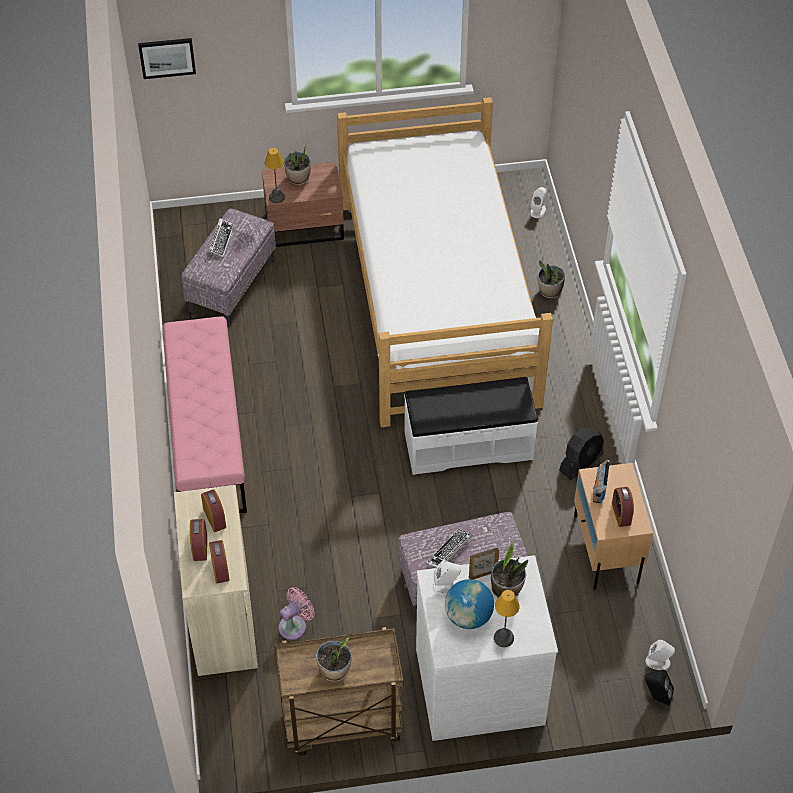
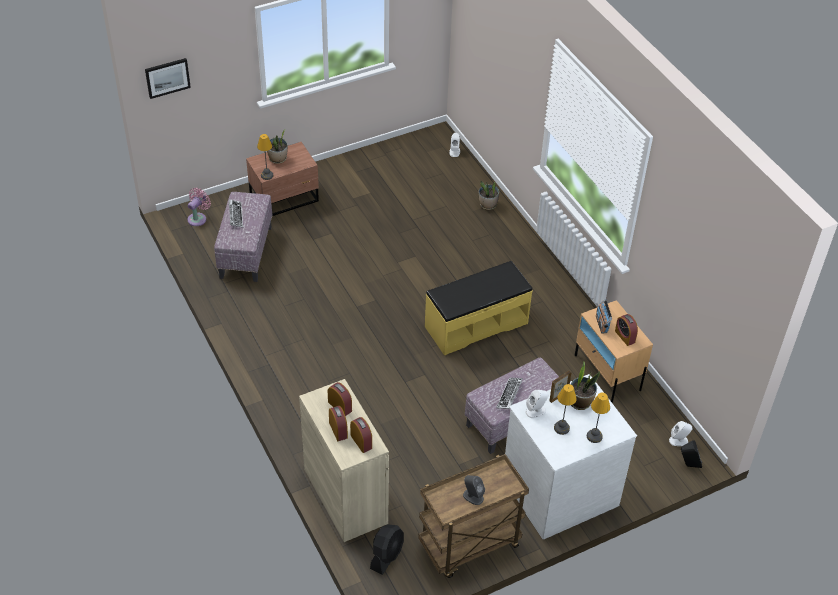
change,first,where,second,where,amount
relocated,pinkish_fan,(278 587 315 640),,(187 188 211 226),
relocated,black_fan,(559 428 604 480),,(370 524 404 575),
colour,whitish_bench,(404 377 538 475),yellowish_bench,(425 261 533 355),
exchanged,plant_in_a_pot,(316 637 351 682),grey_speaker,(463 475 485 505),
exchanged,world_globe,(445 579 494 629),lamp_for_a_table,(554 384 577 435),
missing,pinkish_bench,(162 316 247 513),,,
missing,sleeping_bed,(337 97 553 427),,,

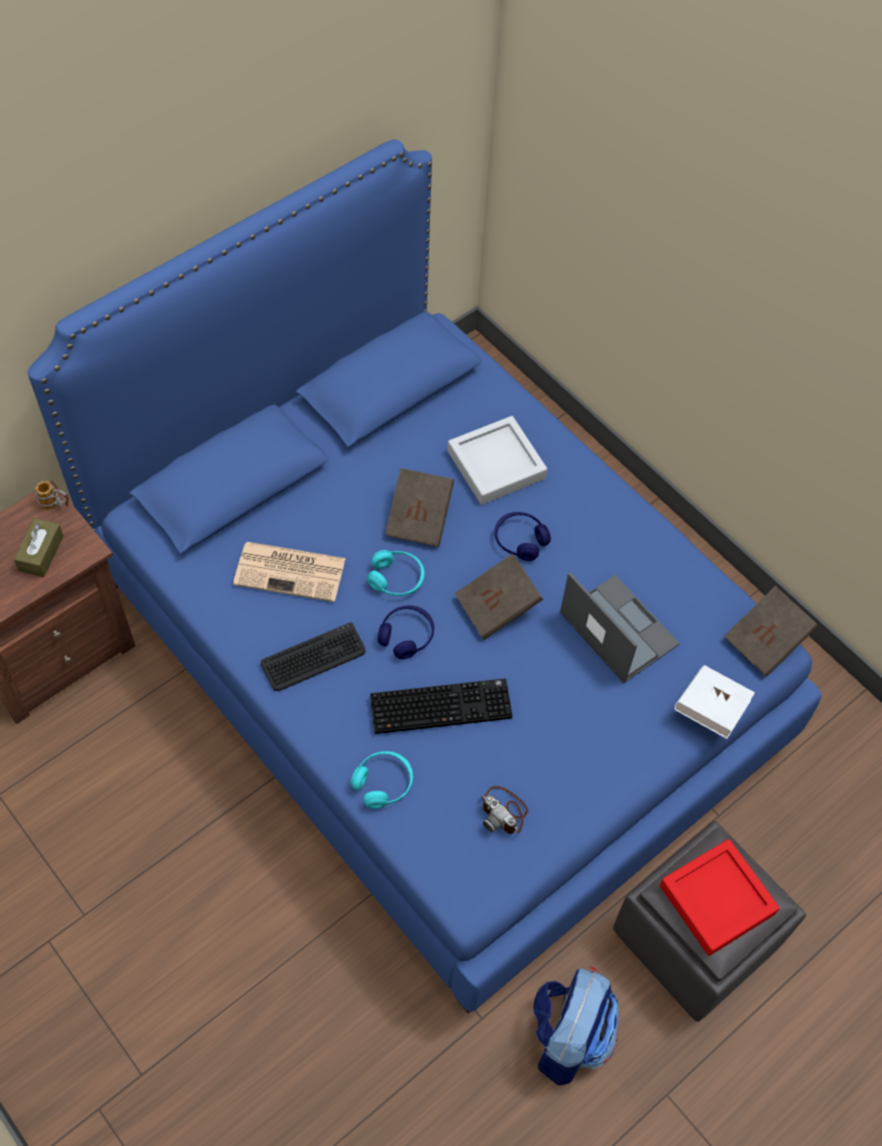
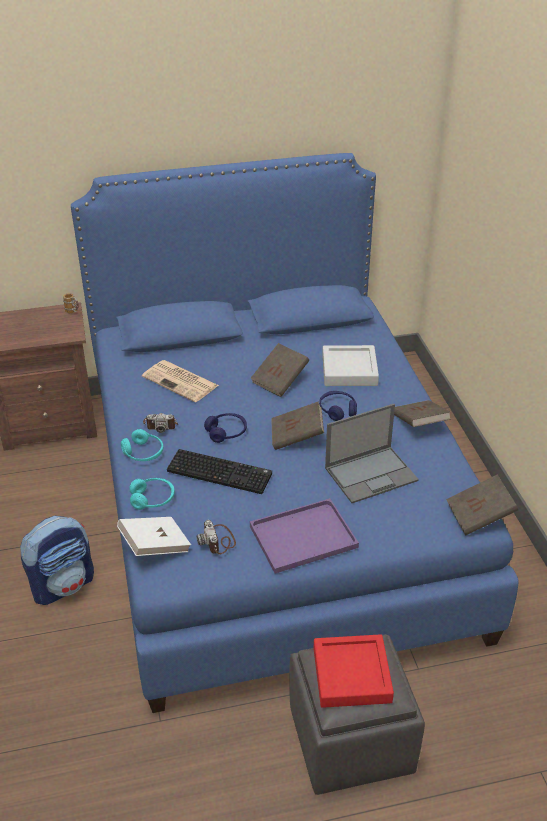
change,first,where,second,where,amount
relocated,knapsack,(533 967 619 1085),,(20 516 94 605),
relocated,whitish_book,(675 665 755 739),,(117 517 191 556),
relocated,turquoise_headphones,(367 550 425 596),,(121 429 163 461),
exchanged,PC_keyboard,(261 622 366 691),still_camera,(143 413 178 433),
appeared,,,purple_tray,(250 498 359 573),
spun,notebook_computer,(560 572 680 683),,(325 404 419 503),75 degrees clockwise
appeared,,,brown_book,(394 400 451 427),
missing,brown_tissue_holder,(14 518 64 577),,,

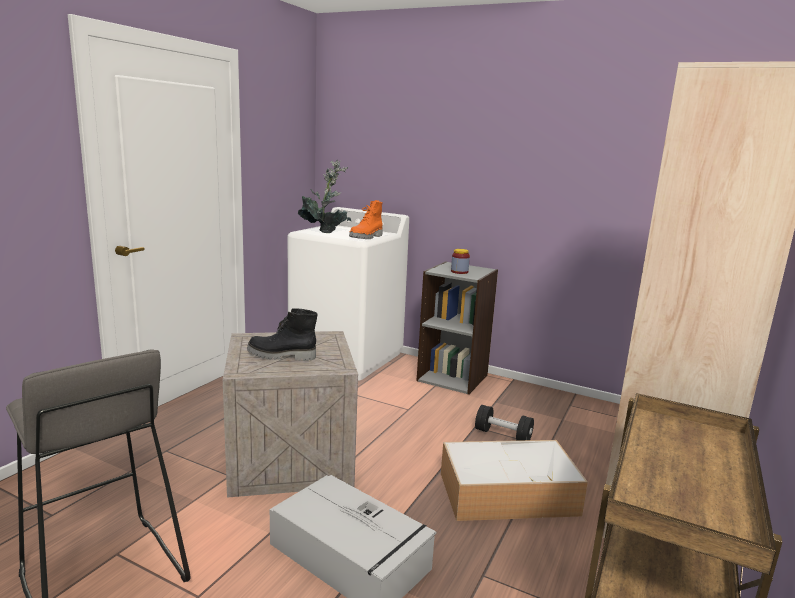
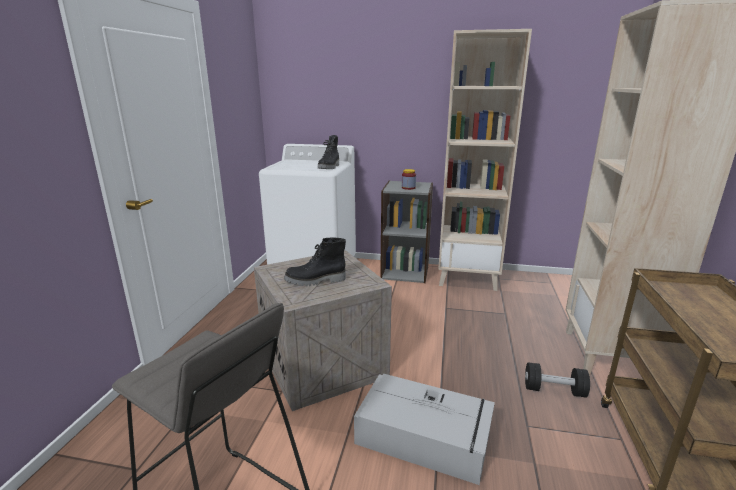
change,first,where,second,where,amount
colour,orange-coloured_high-top_boot,(349 200 383 239),black_high-top_boot,(318 135 339 169),
appeared,,,beige_bookshelf,(438 29 532 291),
relocated,black_dumbbell,(475 405 534 441),,(525 362 590 398),
missing,plant_in_a_pot,(298 160 351 233),,,
missing,storage_container,(441 440 588 521),,,

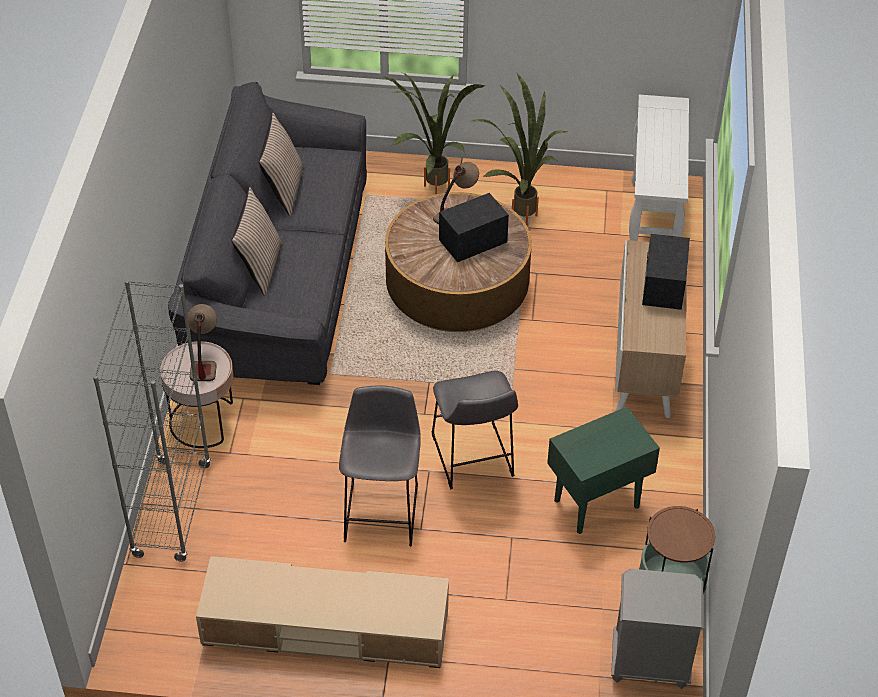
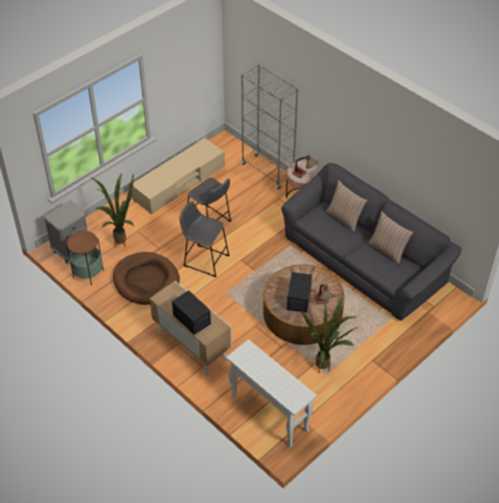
change,first,where,second,where,amount
relocated,plant_in_a_pot,(384 72 485 194),,(91 172 136 248),
exchanged,green-coloured_end_table,(547 407 660 534),brown_dog_cushion,(113 252 180 305),

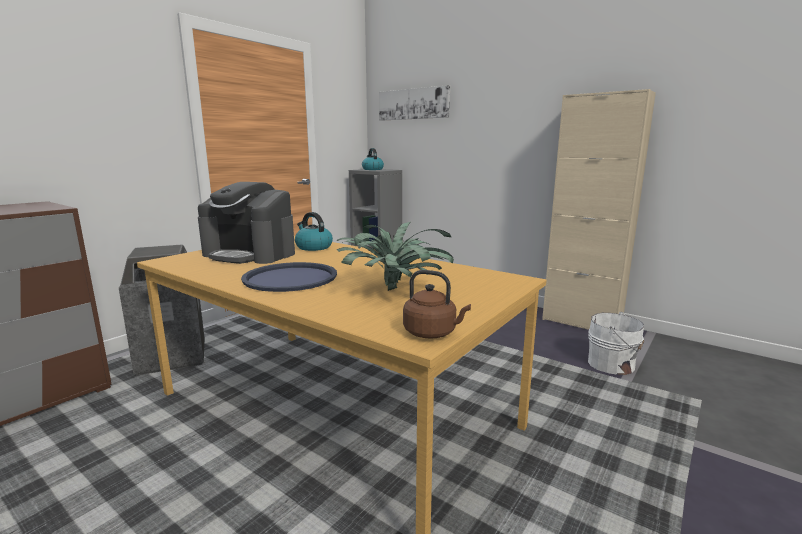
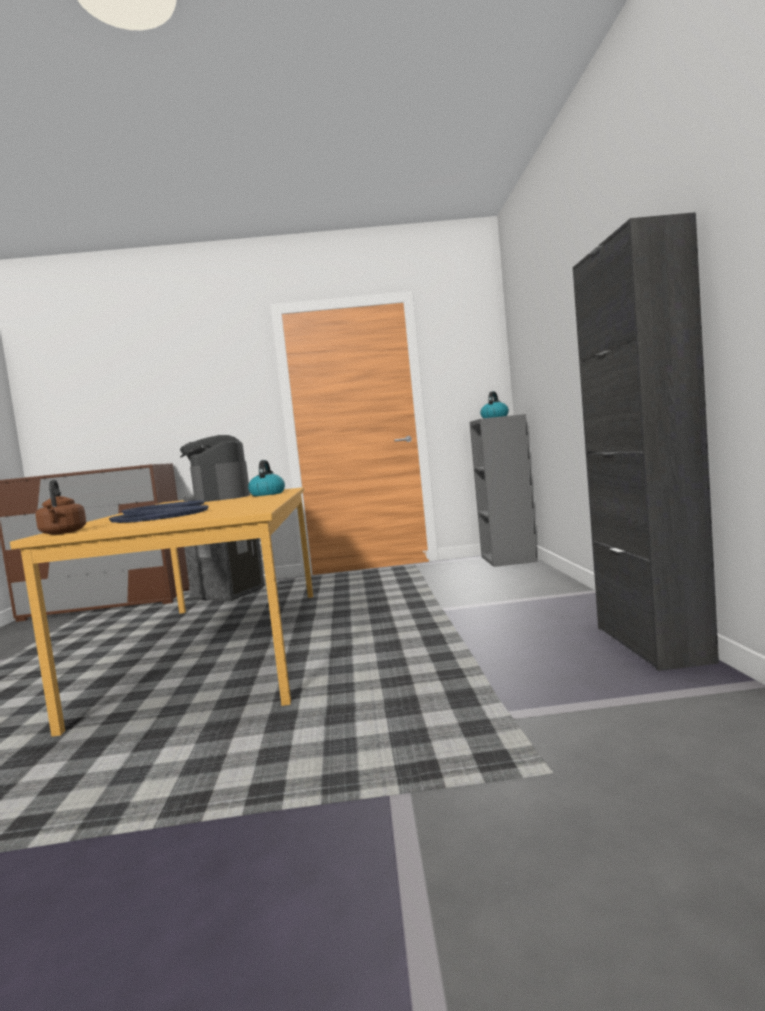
change,first,where,second,where,amount
exchanged,plant_in_a_pot,(336 222 454 291),blue_tray,(109 505 208 523),
colour,beige_cabinet,(542 89 656 330),black_cabinet,(573 212 719 671),
missing,wall_picture,(379 85 450 121),,,
missing,whitish_bucket,(588 312 644 375),,,

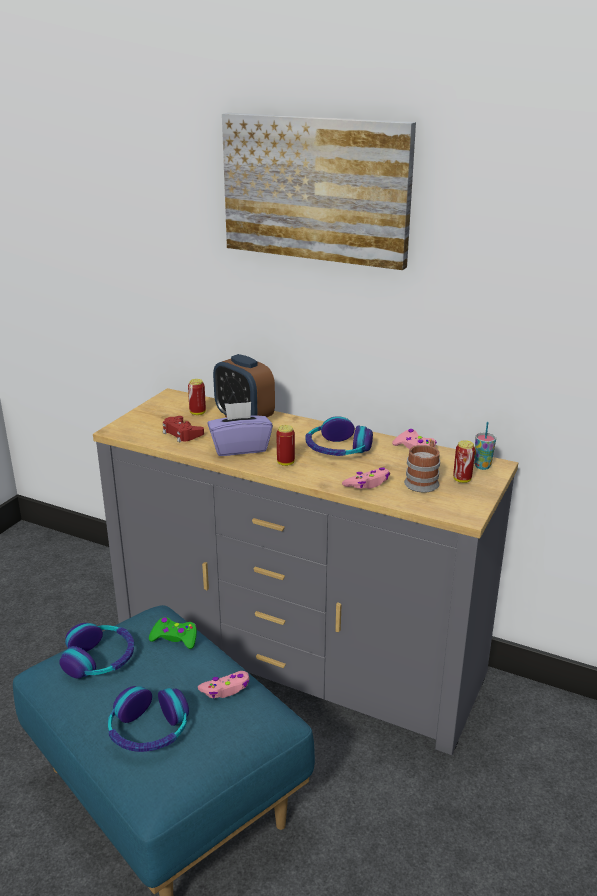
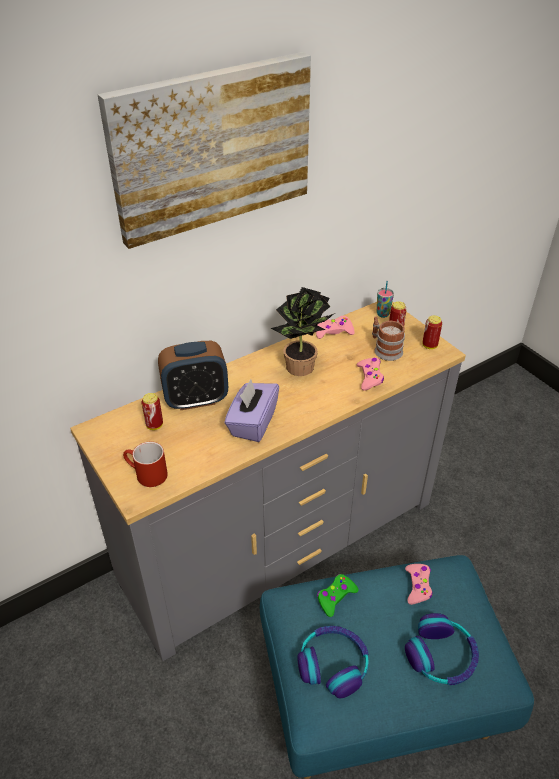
change,first,where,second,where,amount
appeared,,,red-coloured_coffee_mug,(123 442 168 487),
exchanged,headphones,(305 416 373 456),plant_in_a_pot,(271 287 335 376),
relocated,metal_can,(276 425 295 466),,(422 315 442 349),
missing,red-coloured_joypad,(163 416 204 442),,,

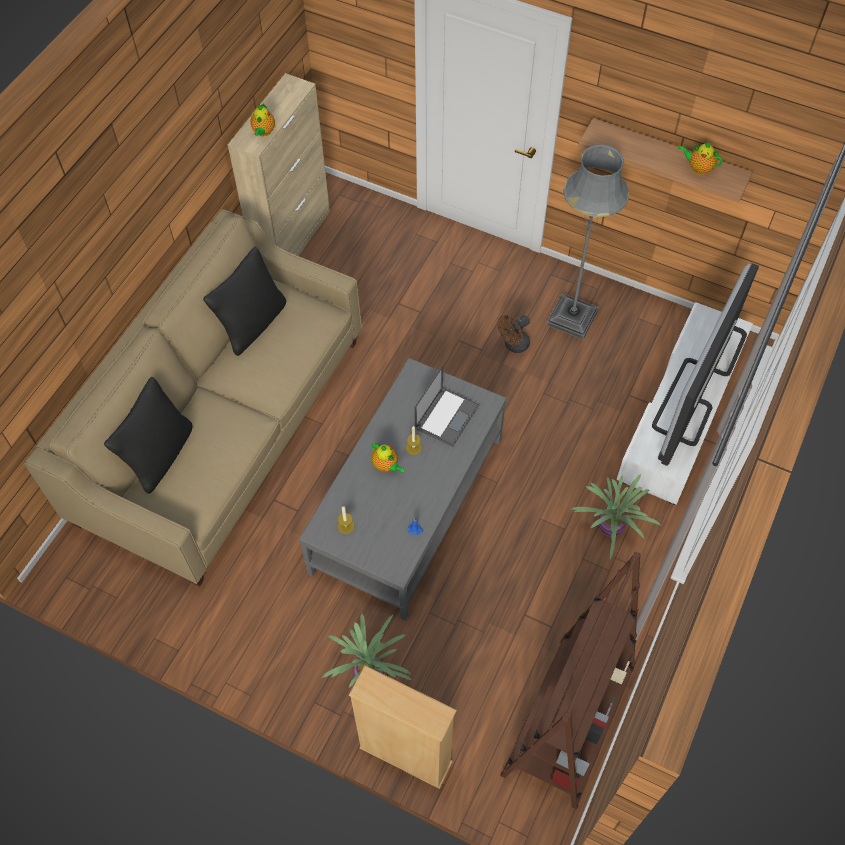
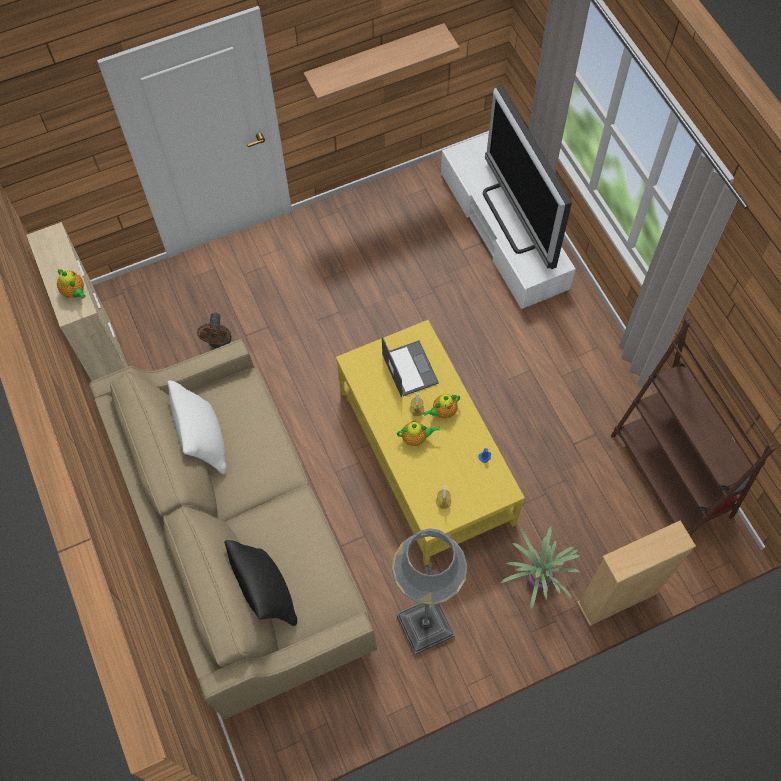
change,first,where,second,where,amount
colour,black_cushion,(203 247 286 356),whitish_cushion,(168 381 227 474),
relocated,brown_fan,(497 315 530 353),,(197 313 231 348),
colour,grey_coffee_table,(299 358 506 620),yellowish_coffee_table,(336 320 525 566),
relocated,grey_floor_lamp,(546 144 630 340),,(392 528 467 655),
relocated,tea_pot,(678 142 723 175),,(423 394 460 419),
missing,plant_in_a_pot,(572 474 661 559),,,

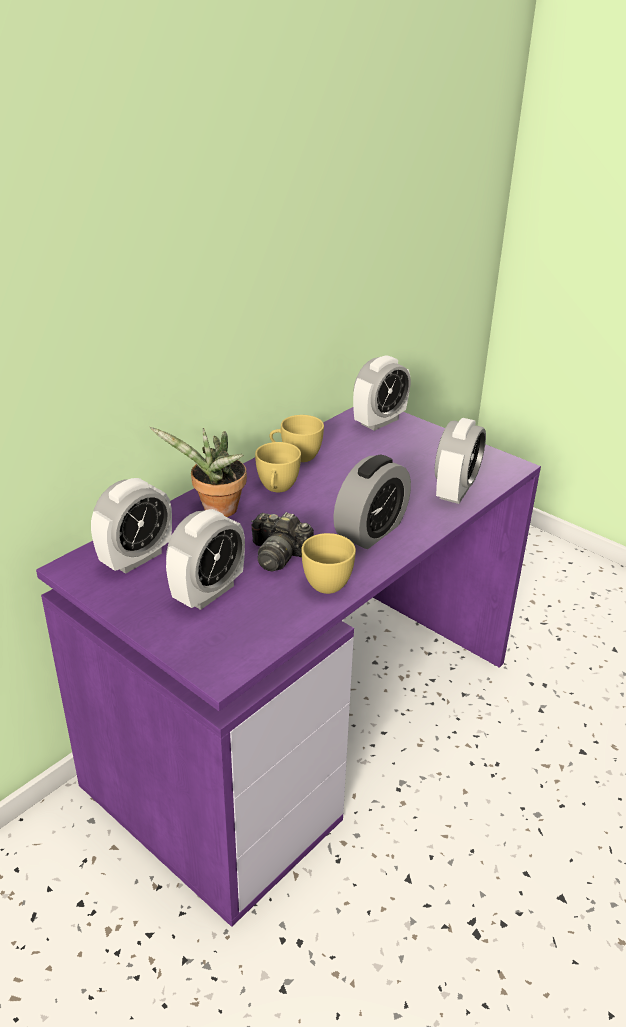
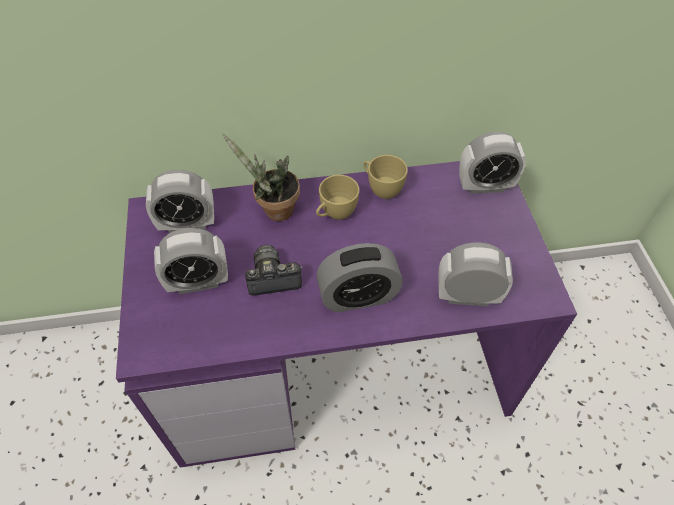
change,first,where,second,where,amount
spun,still_camera,(251 512 314 572),,(245 245 303 295),105 degrees clockwise
spun,table_clock,(435 418 486 504),,(438 243 513 307),150 degrees counterclockwise
missing,yellowish_cup,(302 533 356 594),,,

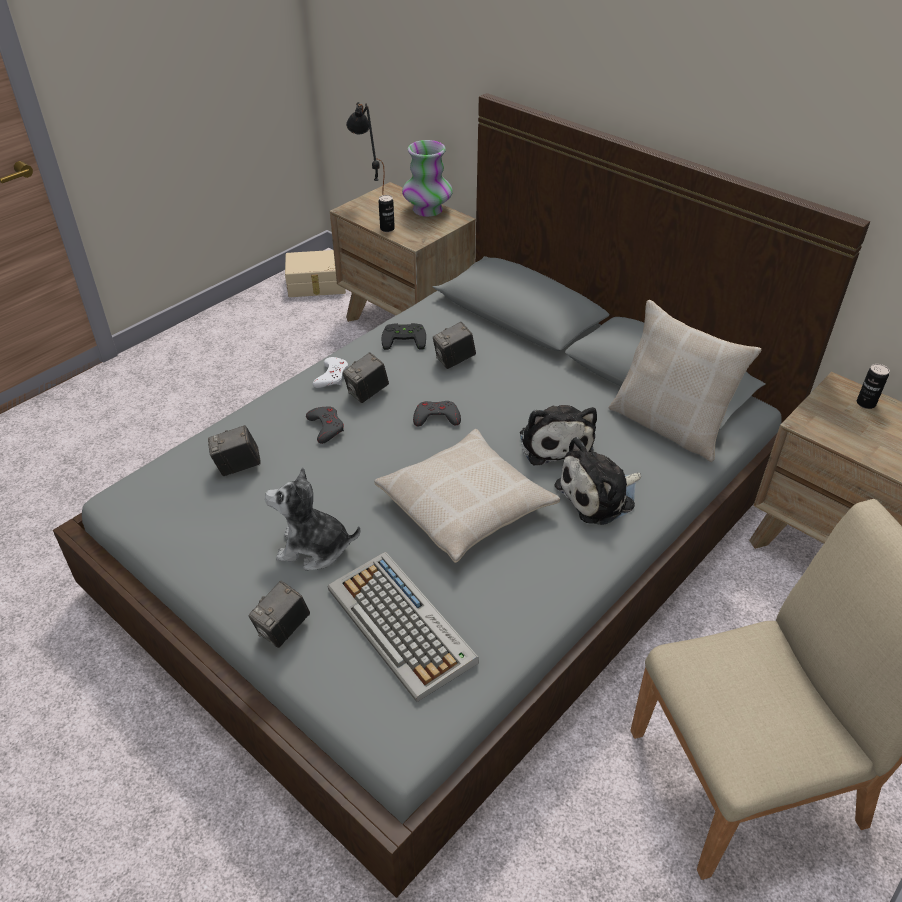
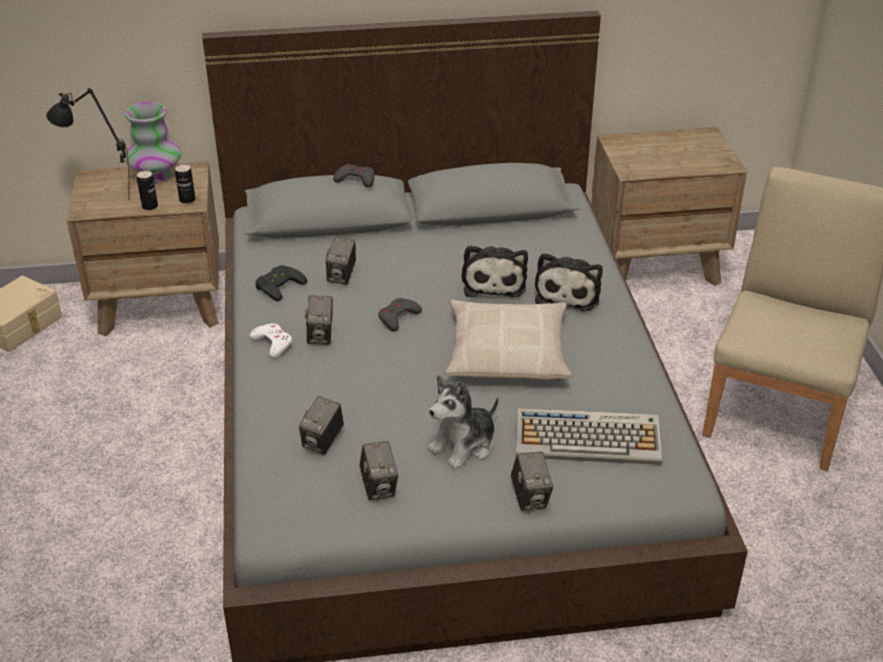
change,first,where,second,where,amount
relocated,metal_can,(857 364 890 409),,(175 164 195 204),
relocated,grey_joypad,(306 407 344 444),,(333 164 374 187),
appeared,,,still_camera,(359 441 398 500),
spun,soft_toy,(520 405 597 465),,(461 245 528 298),60 degrees clockwise
missing,beige_cushion,(609 300 761 462),,,

